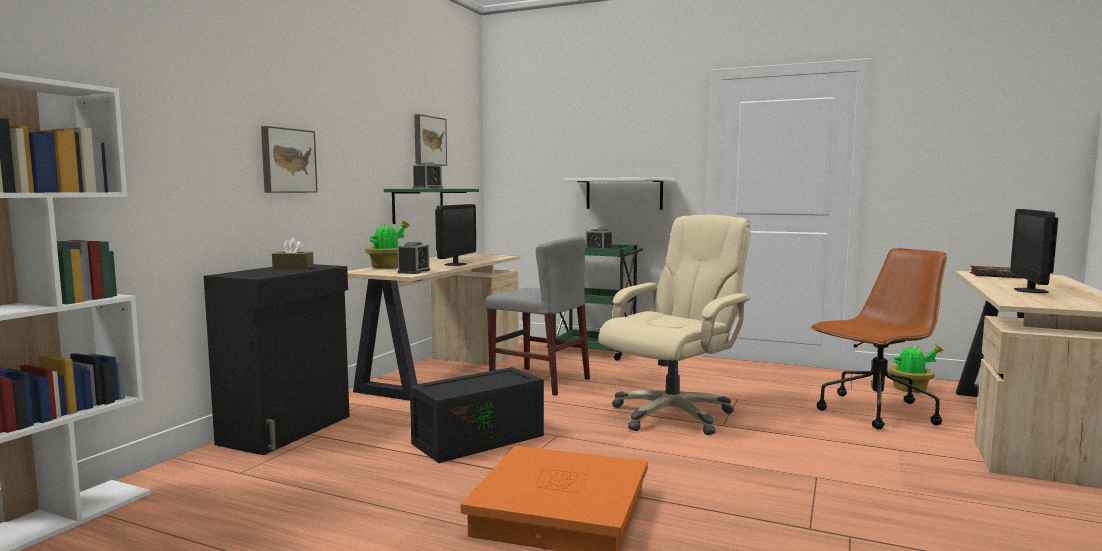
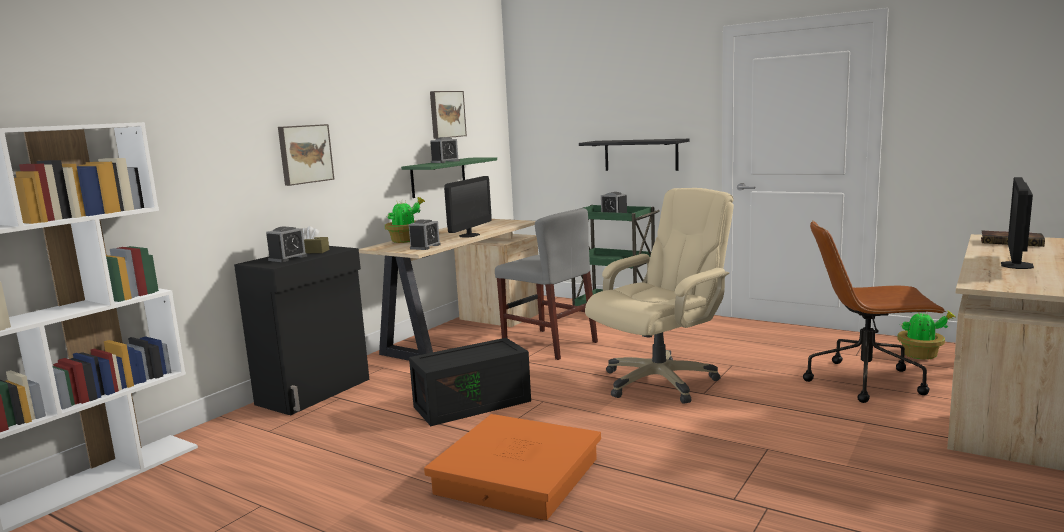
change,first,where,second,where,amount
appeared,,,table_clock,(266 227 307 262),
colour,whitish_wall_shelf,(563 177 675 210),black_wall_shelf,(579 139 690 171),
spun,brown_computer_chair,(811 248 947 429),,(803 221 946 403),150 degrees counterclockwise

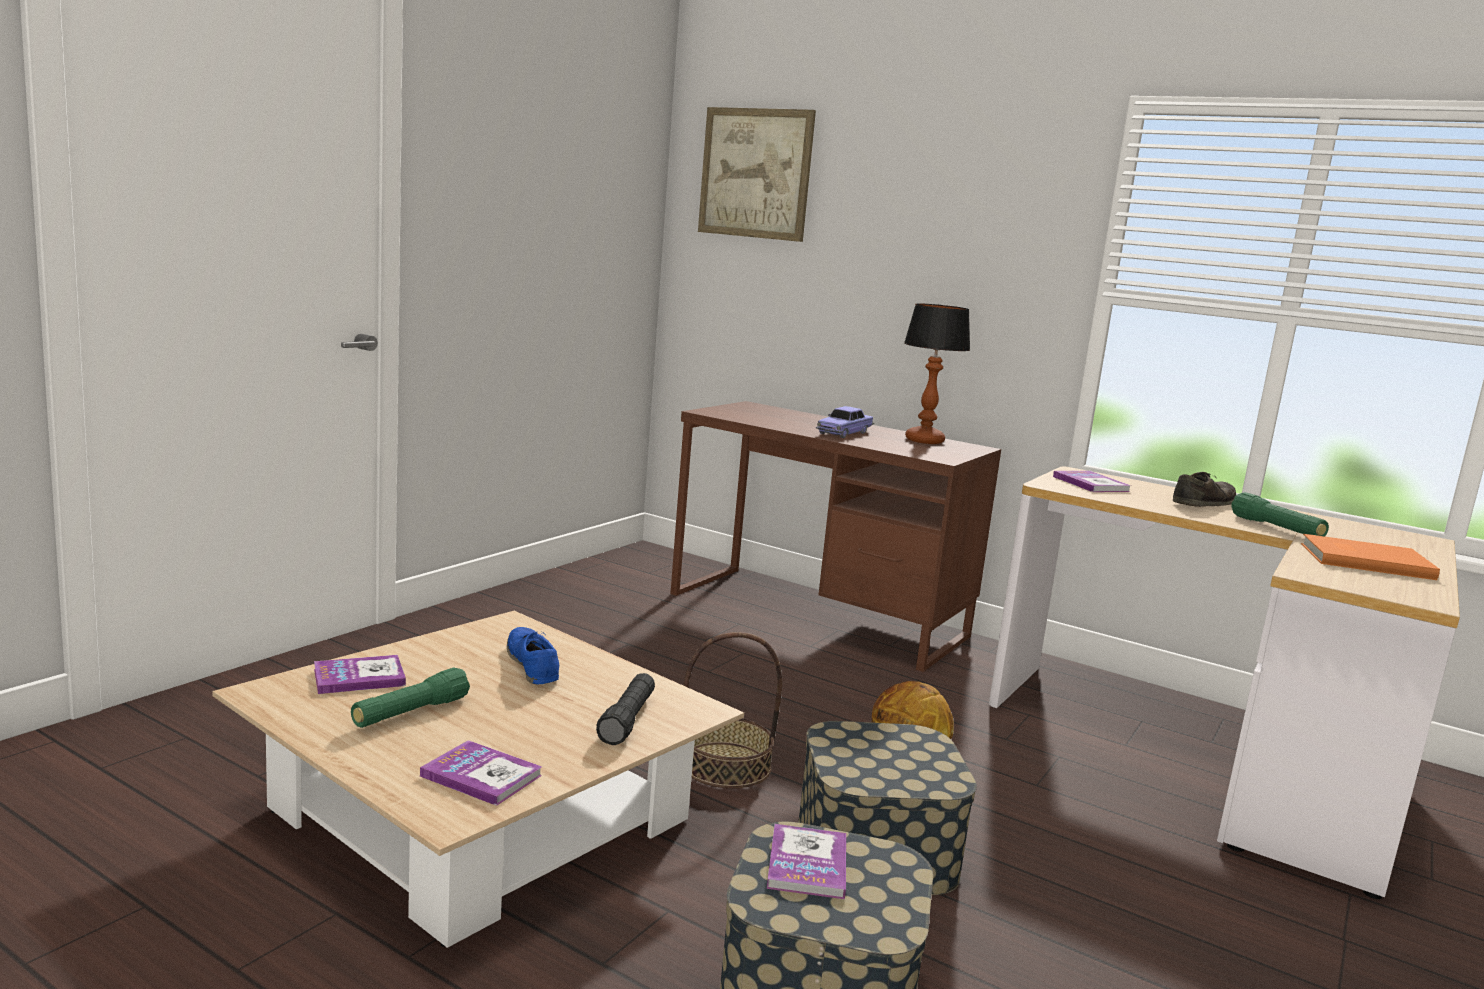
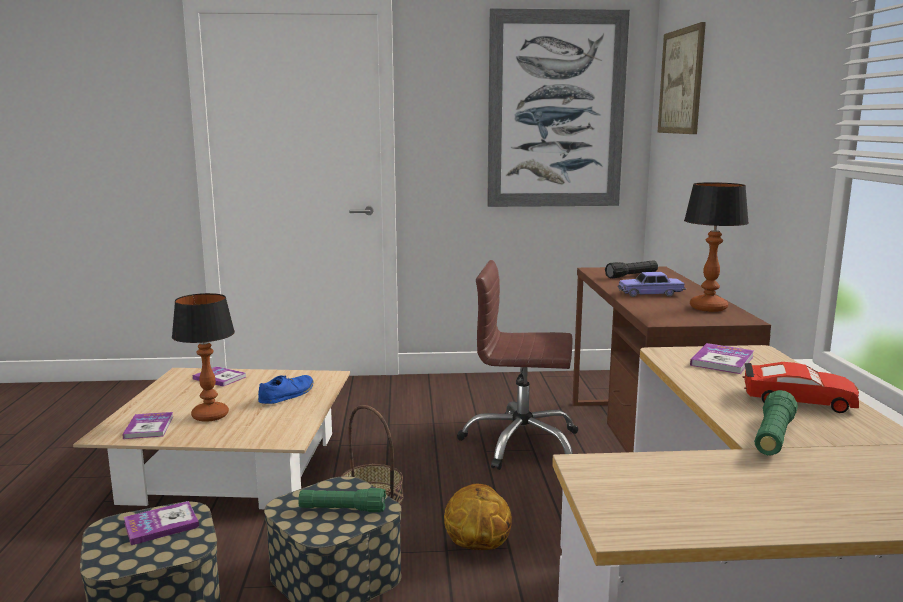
change,first,where,second,where,amount
appeared,,,lamp_for_a_table,(172 293 235 422),
relocated,green-coloured_flashlight,(351 668 470 728),,(298 488 386 512),
appeared,,,brown_computer_chair,(457 260 578 470),
appeared,,,wall_picture,(487 8 630 207),
relocated,black_flashlight,(596 673 655 745),,(605 260 658 278),
exchanged,brown_low_shoe,(1173 472 1236 507),red-coloured_miniature_car,(742 362 859 413),
missing,orange-coloured_book,(1301 534 1440 580),,,

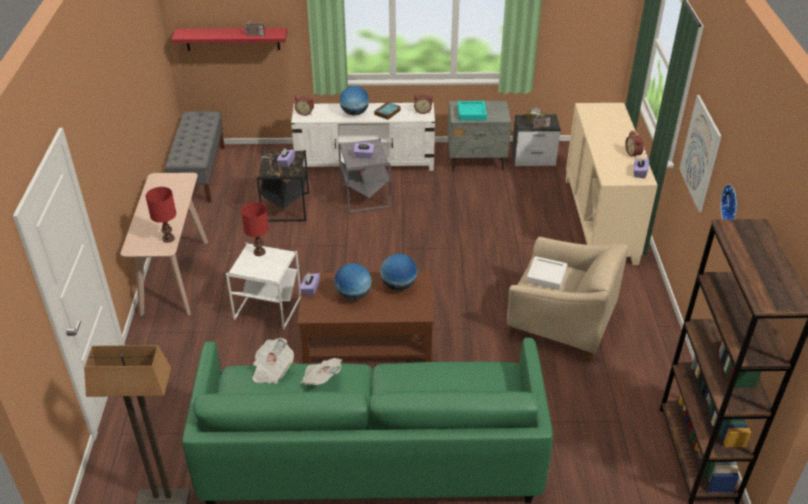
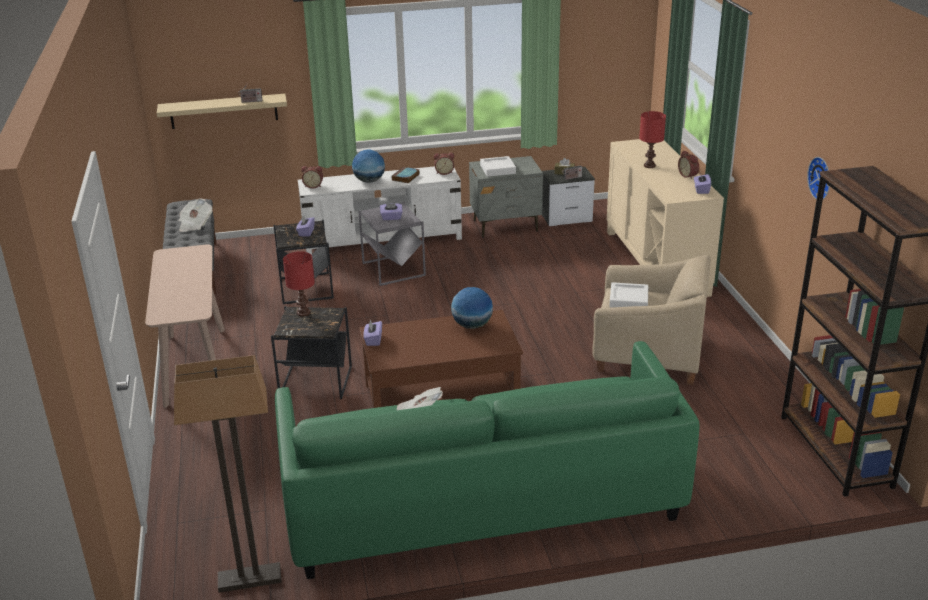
change,first,where,second,where,amount
colour,red-coloured_wall_shelf,(171 28 287 51),beige_wall_shelf,(157 94 287 129),
relocated,printed_paper,(252 338 294 384),,(178 198 212 232),
colour,whitish_end_table,(226 242 301 330),black_end_table,(271 306 352 399),
colour,turquoise_tray,(457 101 487 121),whitish_tray,(480 156 516 177),
relocated,red-coloured_lamp_for_a_table,(146 187 176 243),,(639 111 666 168),
missing,world_globe,(334 263 372 301),,,
missing,wall_picture,(679 95 722 212),,,

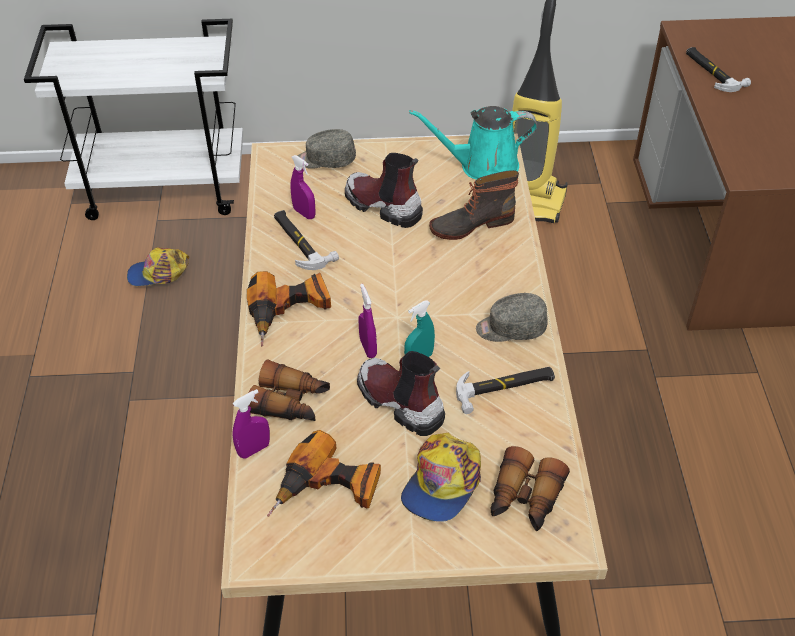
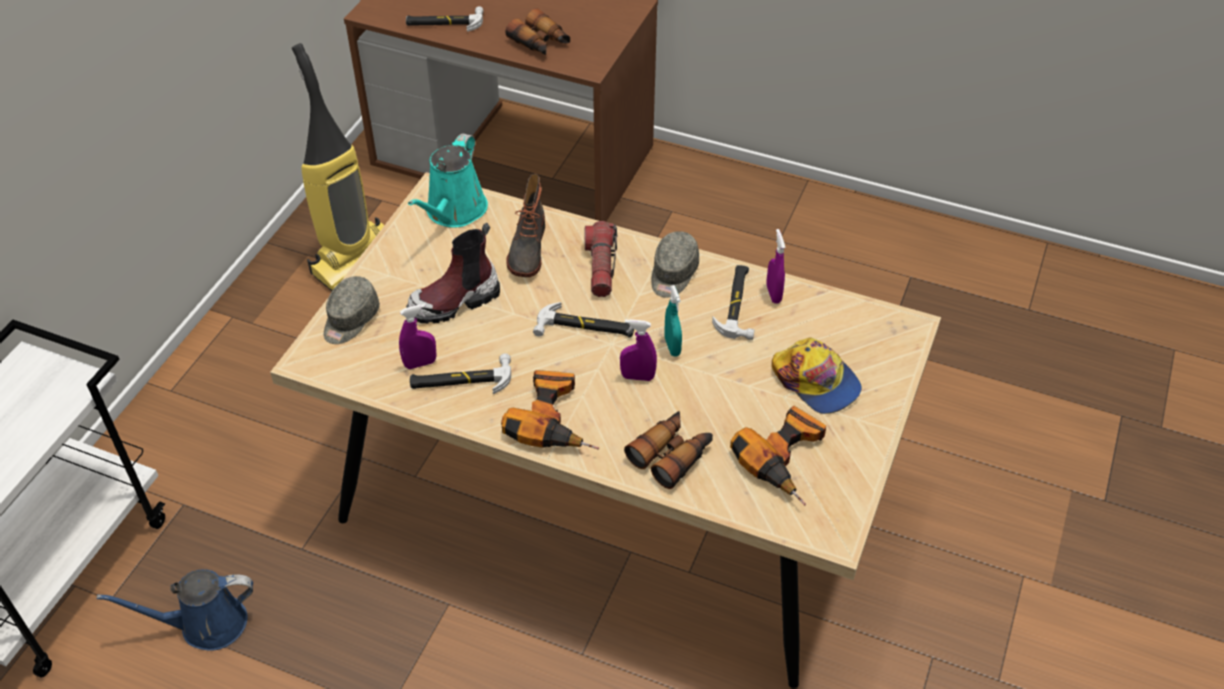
change,first,where,second,where,amount
exchanged,peaked_cap,(127 247 189 286),blue_sprinkling_can,(97 569 253 651),
relocated,binoculars,(491 446 570 531),,(505 8 570 55),
appeared,,,hammer,(533 302 634 337),
appeared,,,flashlight,(585 221 617 297),
relocated,purple_spray_bottle,(232 389 270 459),,(766 229 785 304),
missing,high-top_boot,(357 351 445 436),,,

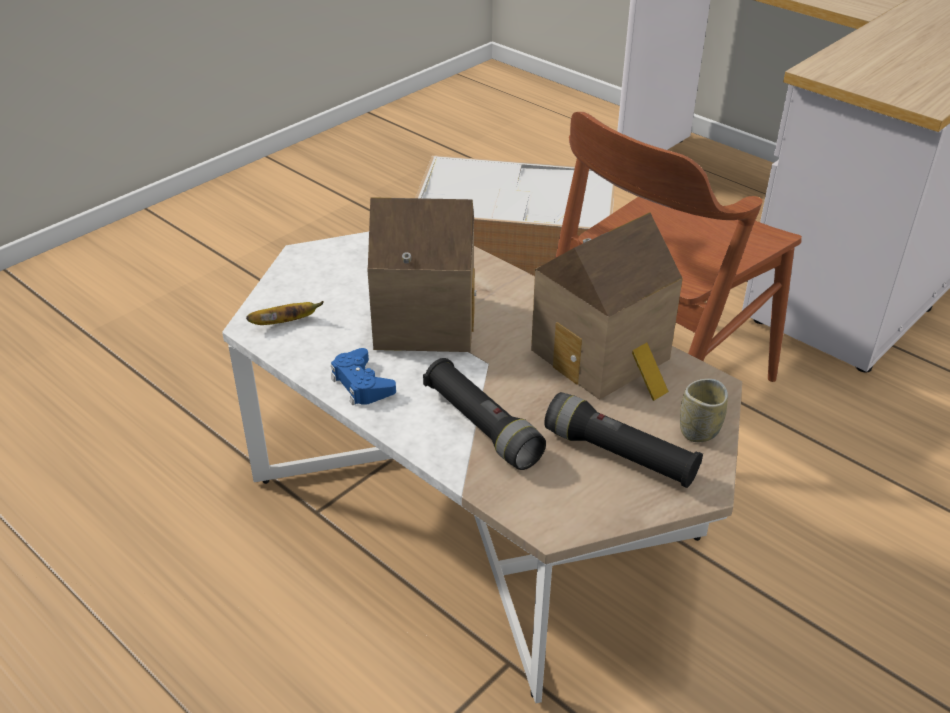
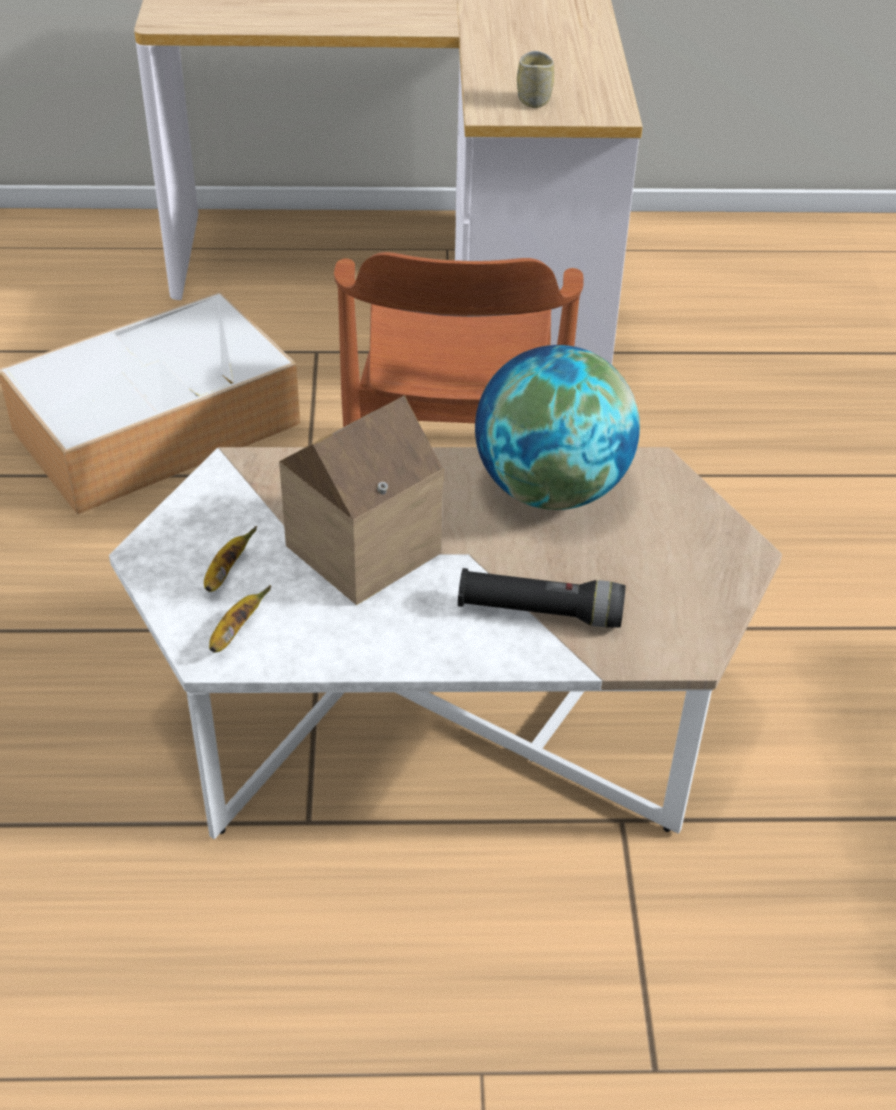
change,first,where,second,where,amount
appeared,,,banana_fruit,(204 526 257 592),
exchanged,toy_house,(531 212 683 401),world_globe,(475 345 640 510),
relocated,cup,(680 379 728 442),,(517 51 554 108),
missing,blue_joypad,(331 348 396 405),,,
missing,black_flashlight,(544 392 703 488),,,

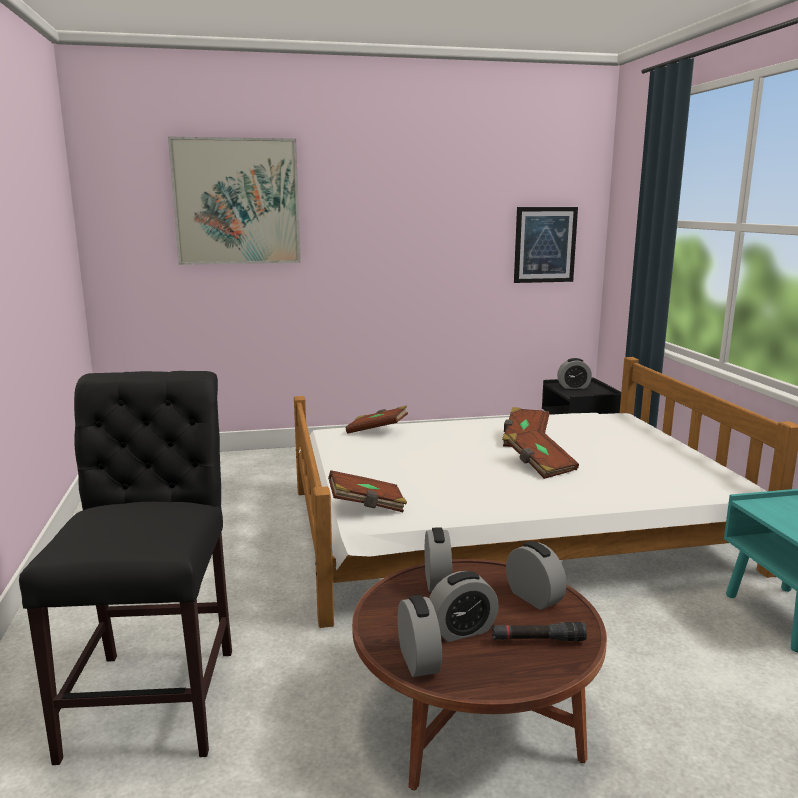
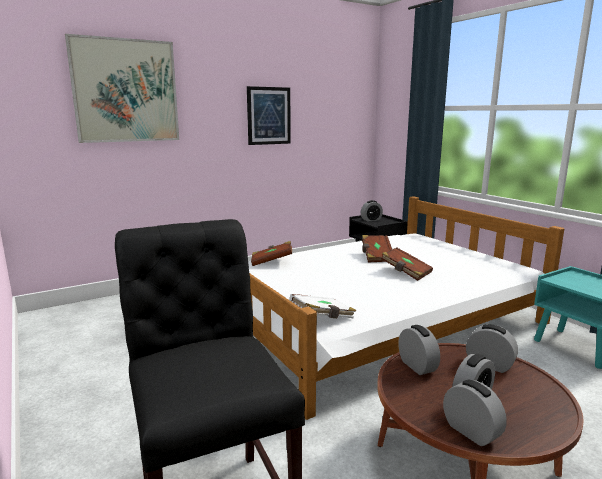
change,first,where,second,where,amount
relocated,wall_picture,(514 207 578 283),,(247 86 291 145),
colour,brown_book,(328 470 407 512),whitish_book,(289 294 356 318),
missing,black_flashlight,(492 622 587 641),,,

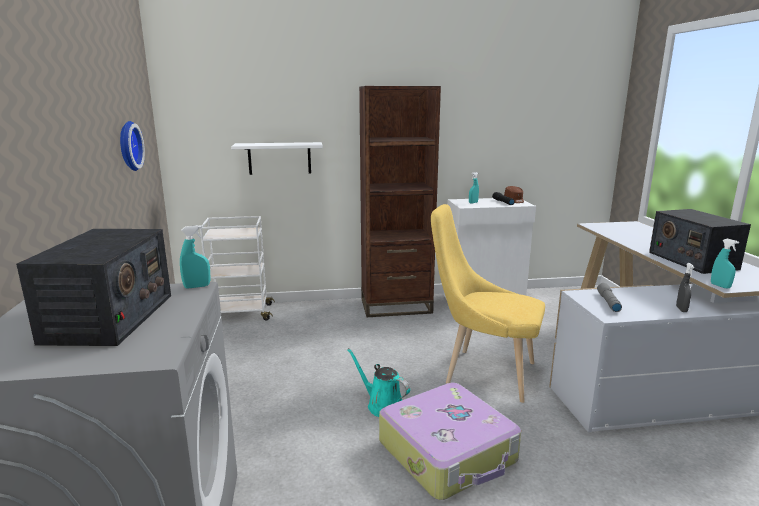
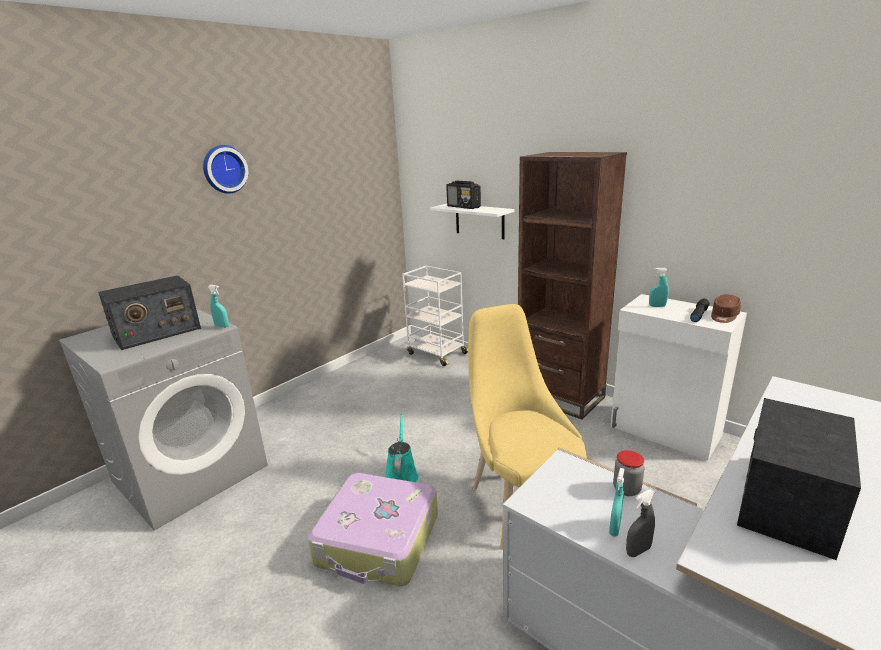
change,first,where,second,where,amount
relocated,clock_on_the_wall,(120 121 145 171),,(203 145 248 194),
appeared,,,radio_receiver,(446 181 481 209),
relocated,turquoise_spray_bottle,(711 239 739 289),,(609 468 624 537),
appeared,,,jar,(613 450 644 496),
missing,grey_flashlight,(597 283 622 312),,,

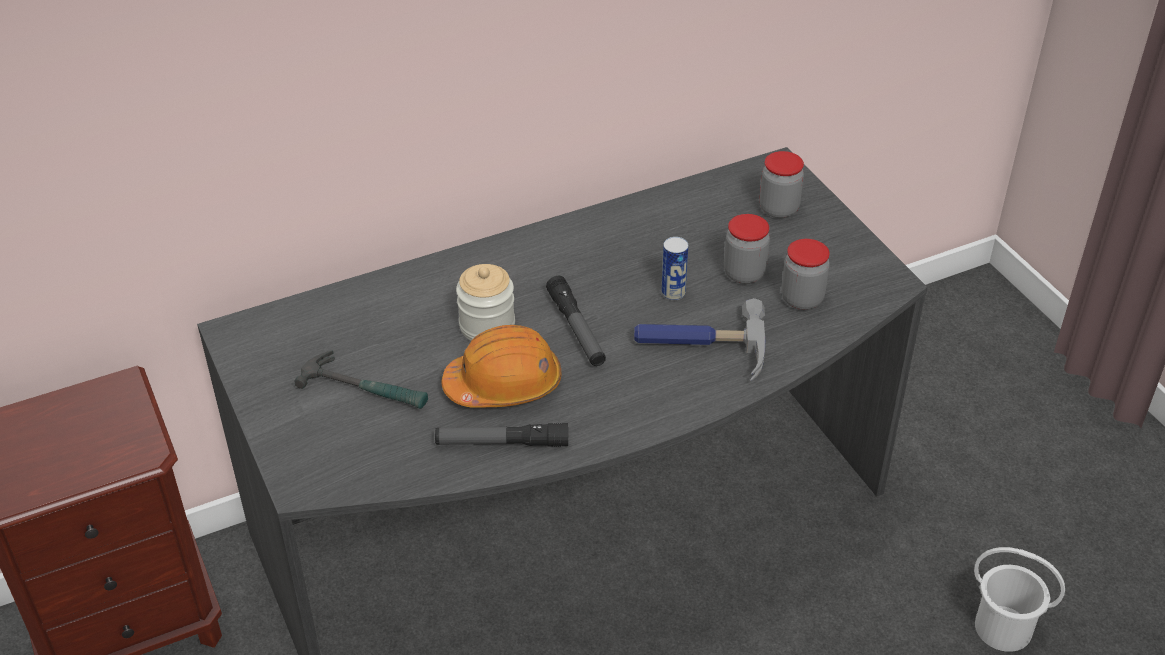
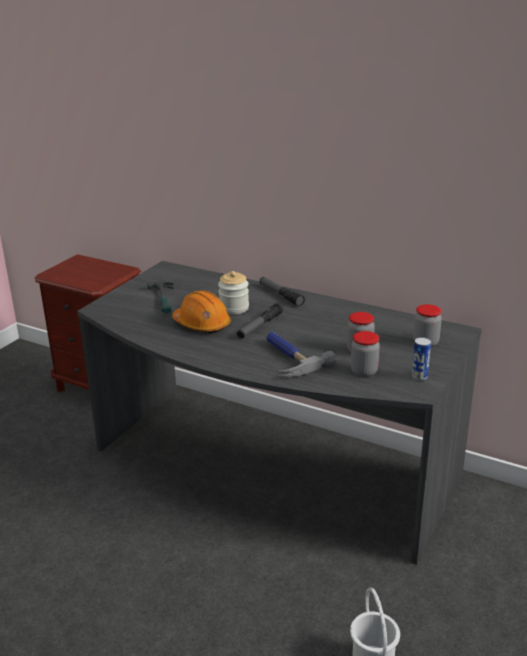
change,first,where,second,where,amount
relocated,flashlight,(435 423 568 447),,(260 277 305 306),
relocated,metal_can,(661 237 688 301),,(412 337 431 381),

